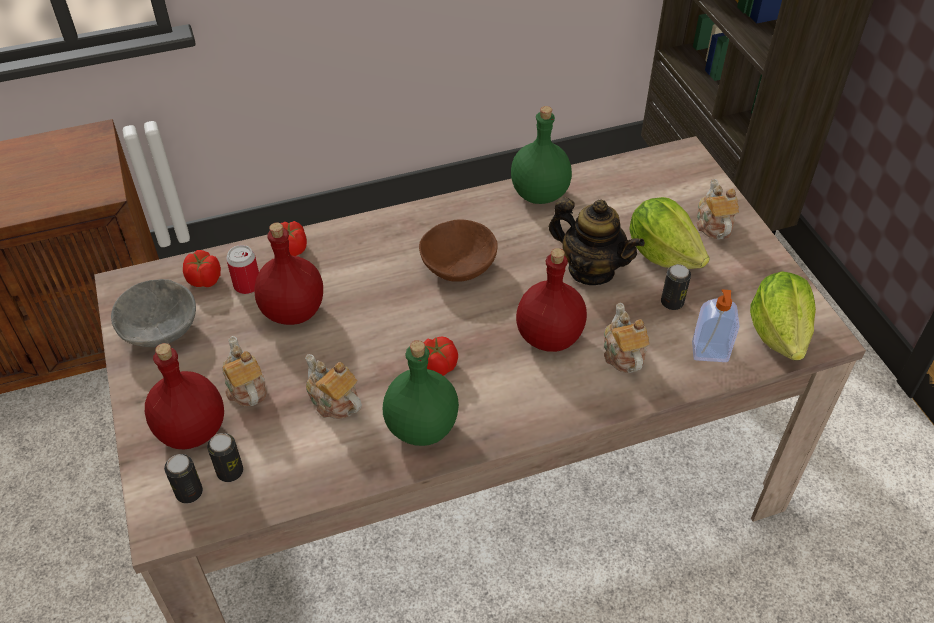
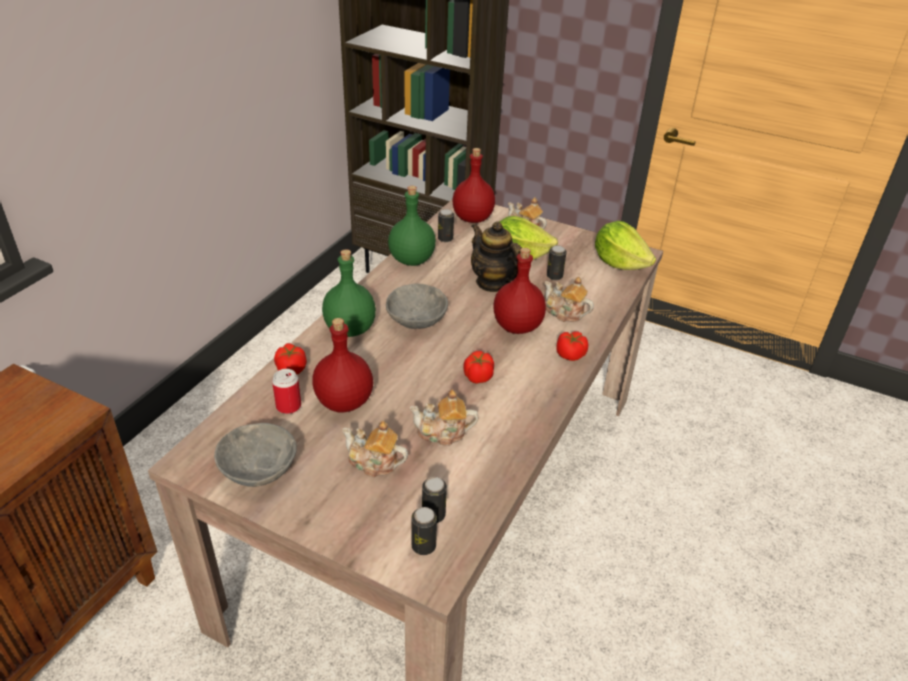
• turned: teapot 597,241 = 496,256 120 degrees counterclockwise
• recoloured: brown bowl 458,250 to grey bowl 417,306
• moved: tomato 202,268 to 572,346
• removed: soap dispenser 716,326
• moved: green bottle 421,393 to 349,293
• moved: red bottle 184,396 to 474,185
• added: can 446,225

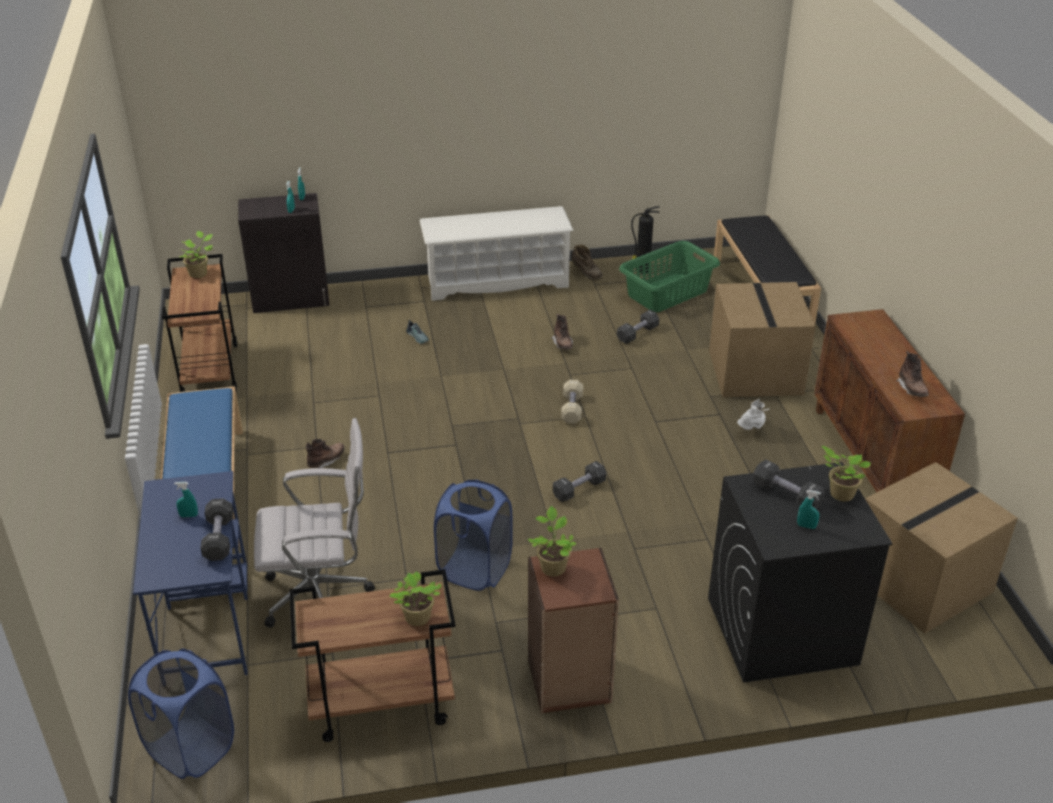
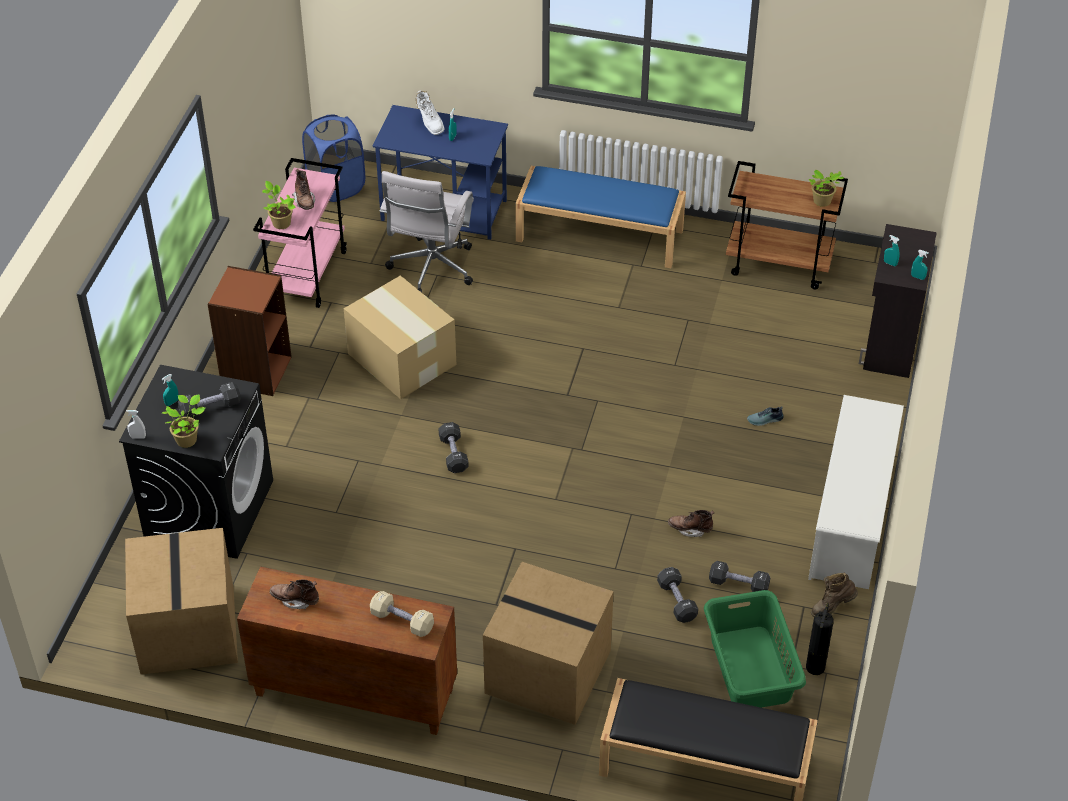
• moved: beige dumbbell 572,402 to 402,614
• moved: white boot 753,414 to 430,112
• moved: brown boot 325,453 to 303,189
• replaced: blue laundry basket 473,535 to cardboard box 400,337
• moved: black dumbbell 216,529 to 739,576
• removed: potted plant 552,541
• recoloured: brown cart 372,655 to pink cart 300,233
• added: white spray bottle 136,424

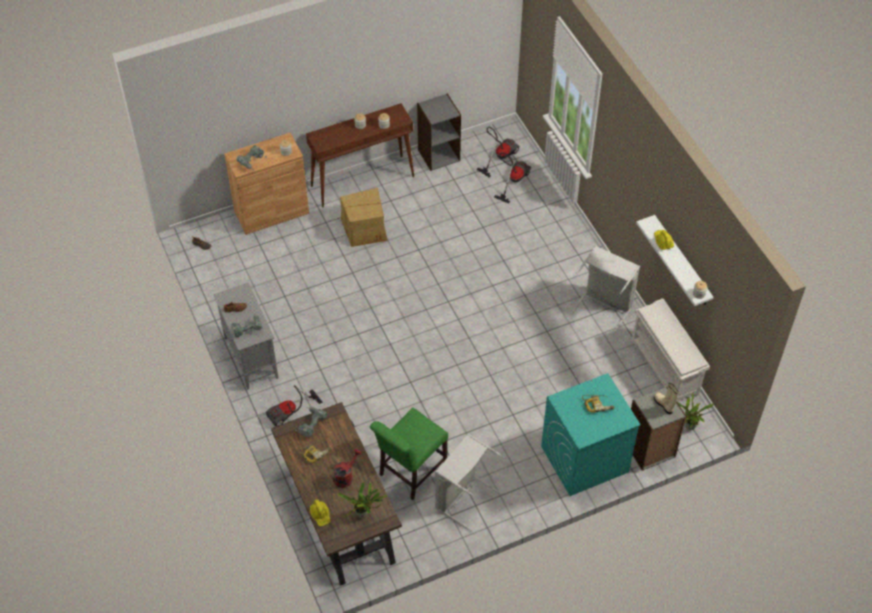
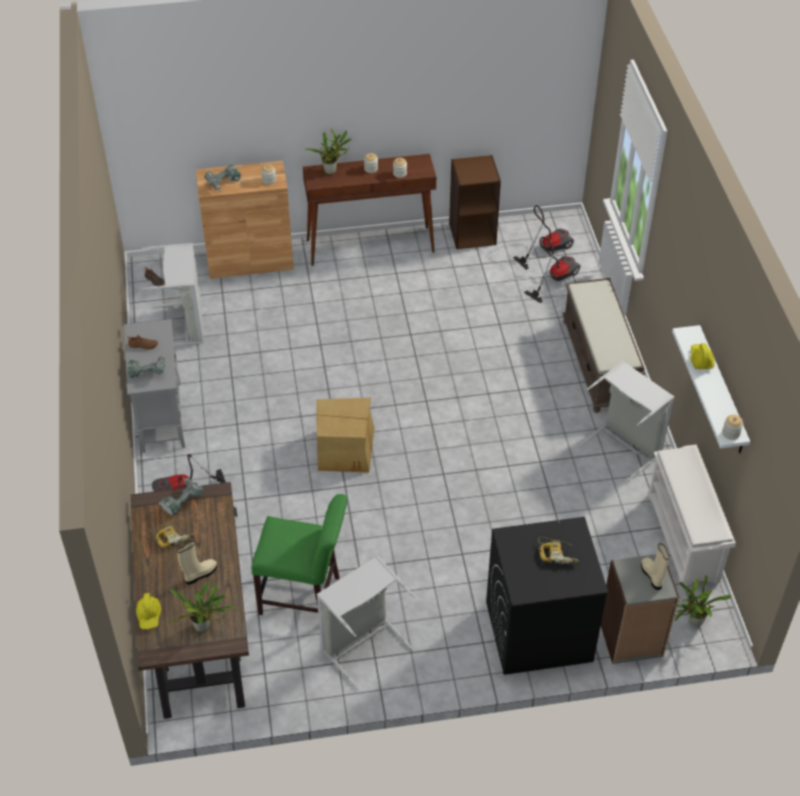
• recoloured: grey bookcase 439,132 to brown bookcase 475,202
• moved: cardboard box 364,217 to 345,435
• recoloured: turquoise washing machine 591,434 to black washing machine 547,596
• turned: green chair 409,453 = 299,554 135 degrees counterclockwise
• replaced: red watering can 347,468 to beige boot 197,563
• added: potted plant 328,151
• added: grey laundry basket 172,294
• added: brown bench 603,345

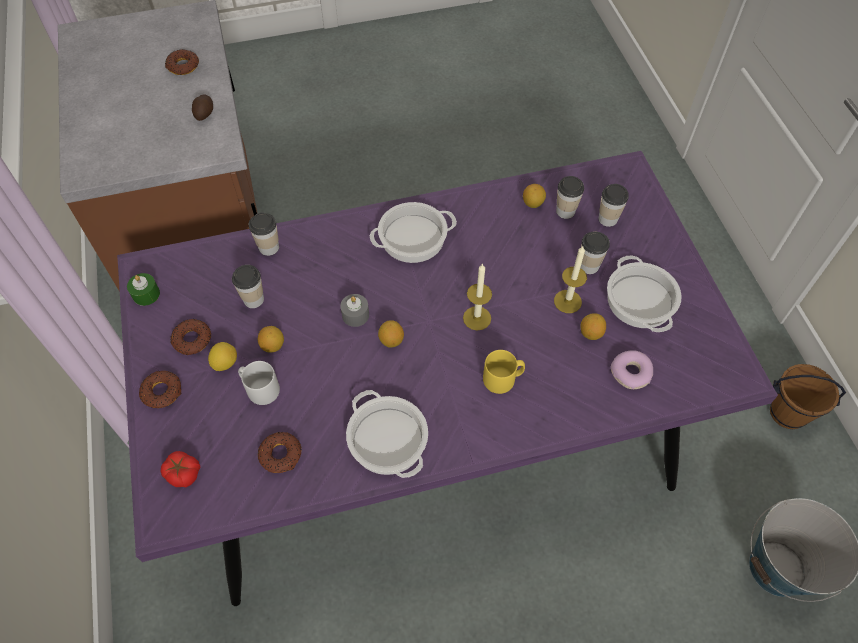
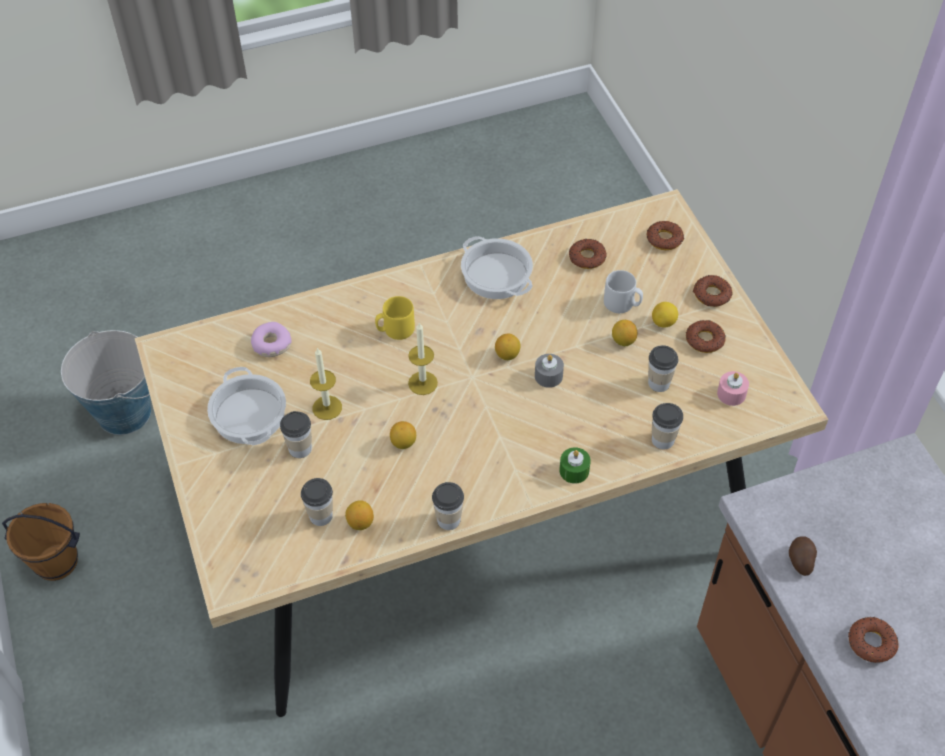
• recoloured: purple dining table 447,378 to beige dining table 481,453
• moved: cup 613,205 to 448,506
• removed: cooking pot 413,232
• moved: green candle 143,289 to 575,465
• moved: lemon 593,326 to 403,435
• replaced: tomato 180,469 to donut 665,235
• added: pink candle 733,388

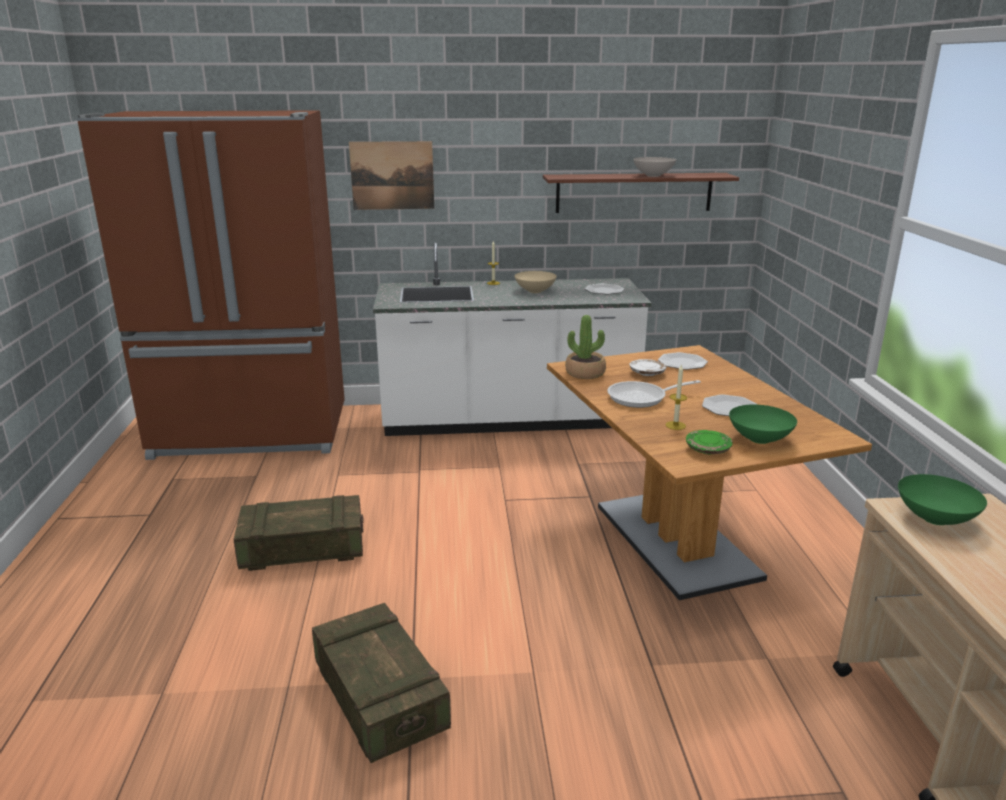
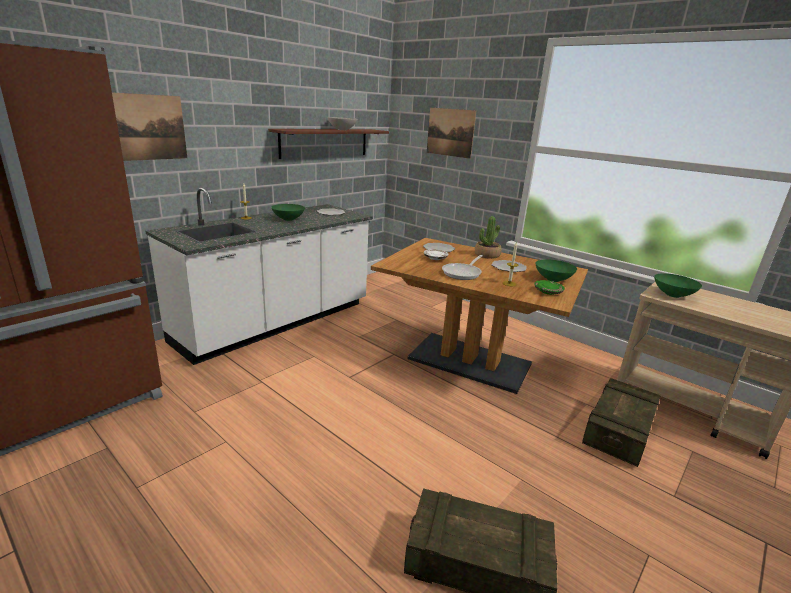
• recoloured: beige bowl 535,282 to green bowl 288,212
• moved: potted plant 585,347 to 488,237
• moved: crate 299,533 to 621,422
• added: picture 452,133

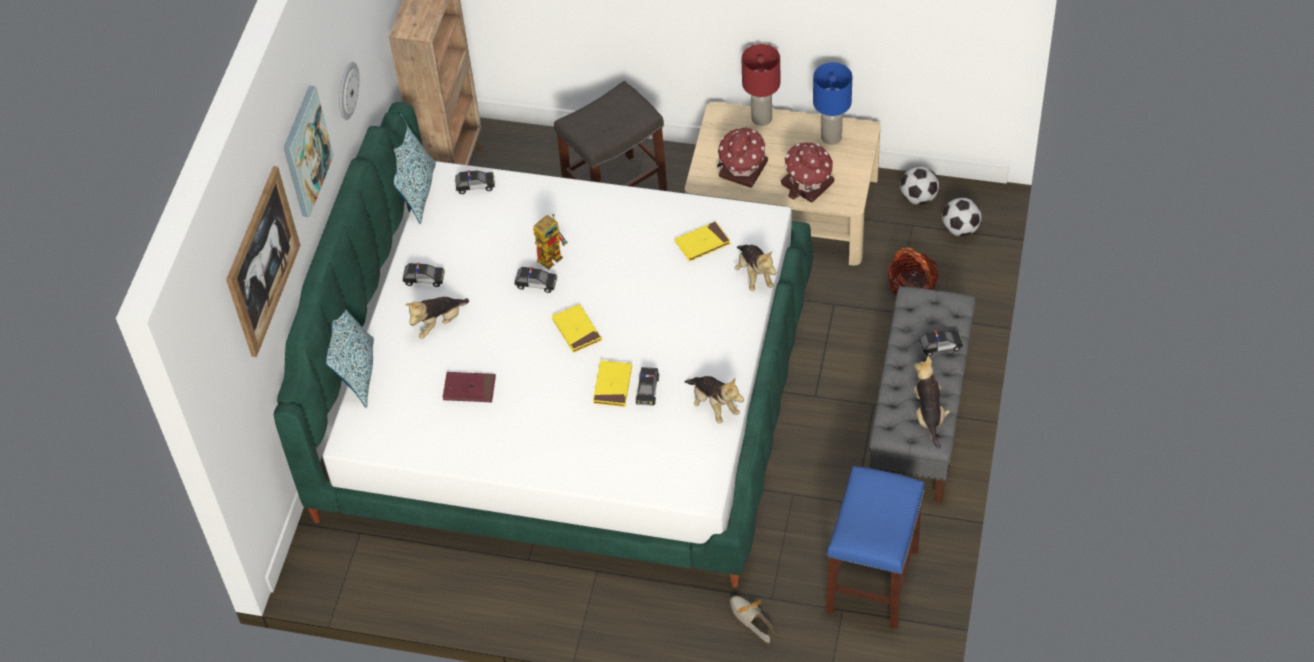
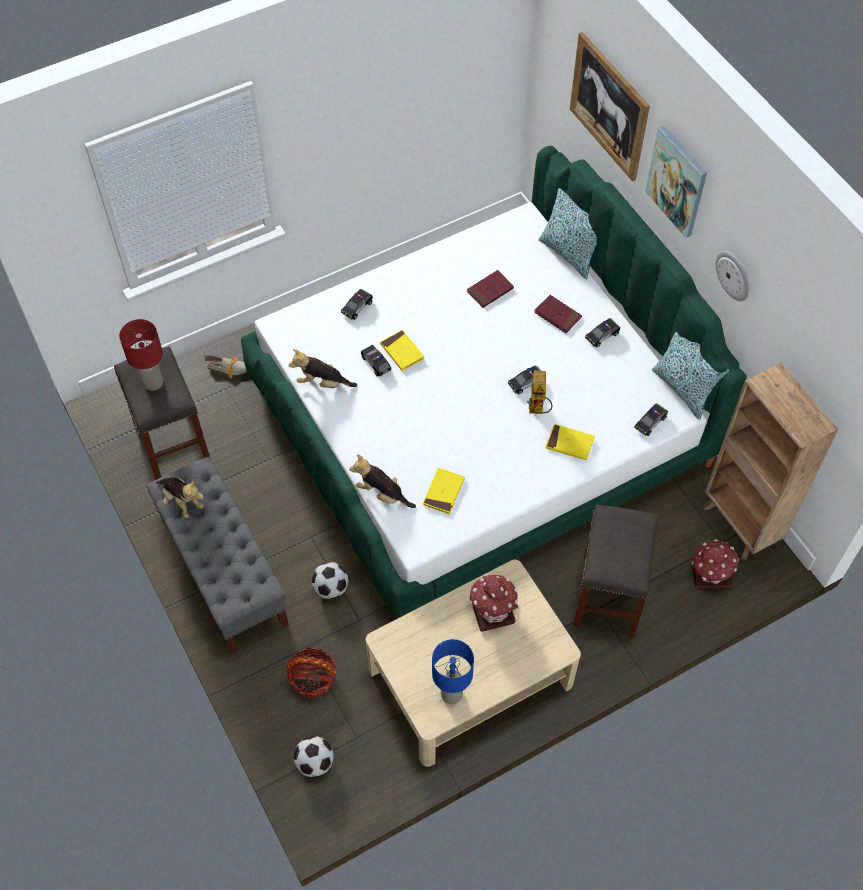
• moved: red table lamp 760,85 to 141,355
• moved: toy house 807,172 to 715,564
• moved: football 919,185 to 329,580
• replaced: plush toy 437,318 to red book 558,314
• moved: yellow book 577,328 to 570,442
• moved: toy car 941,343 to 357,304
• recoloured: blue stool 875,547 to grey stool 162,413

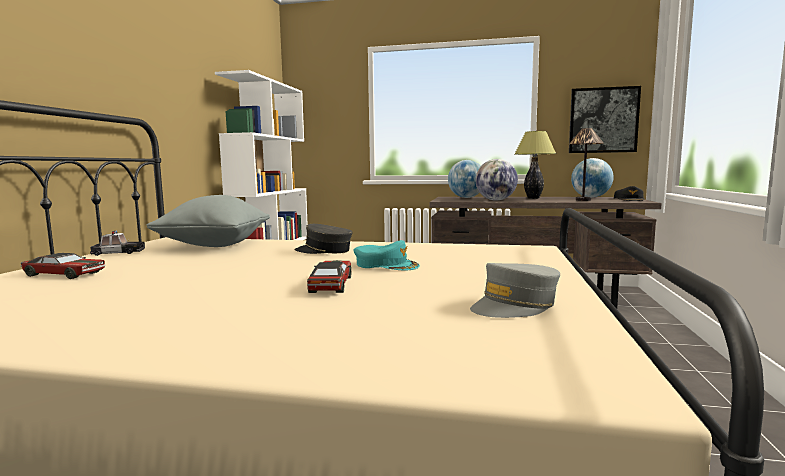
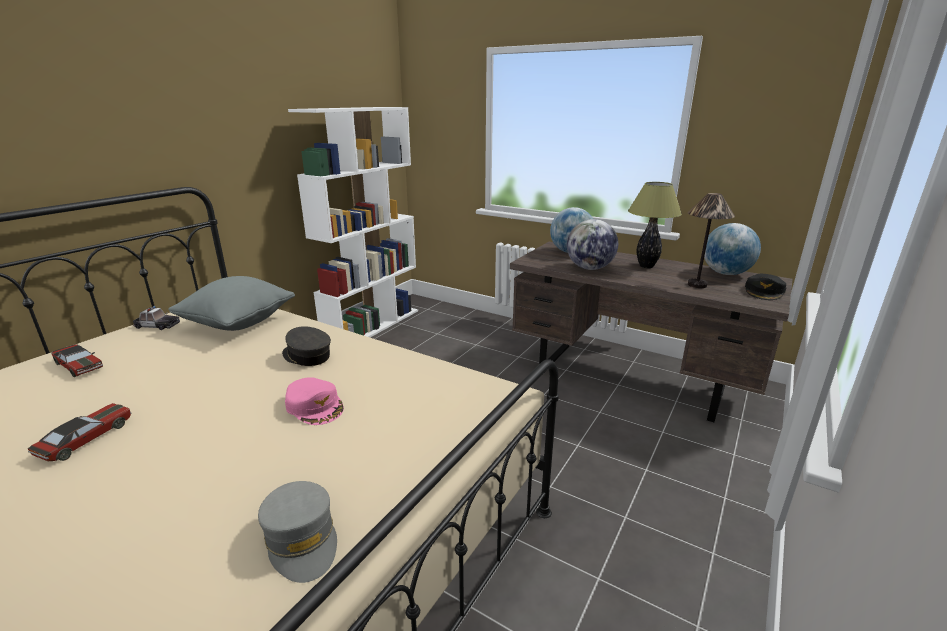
• removed: picture 605,119
• recoloured: turquoise cap 386,255 to pink cap 314,401
• moved: toy car 329,276 to 79,432
• turned: grey cap 515,290 = 297,532 105 degrees counterclockwise

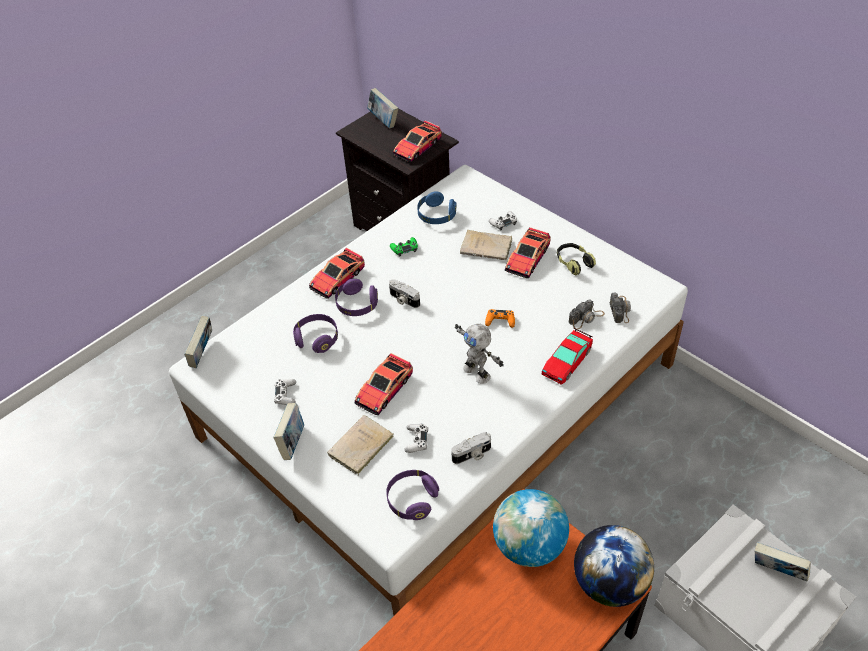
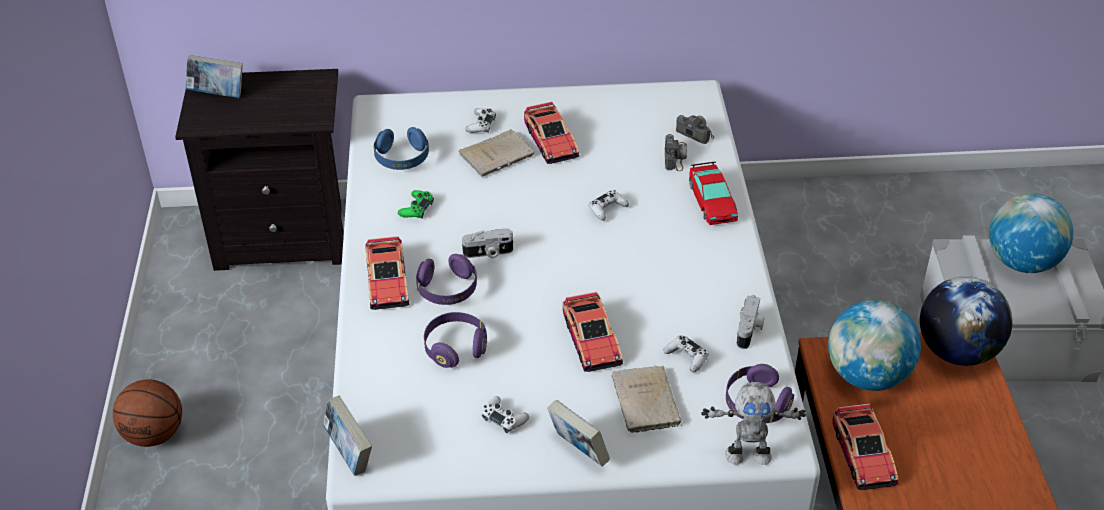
• moved: toy car 417,141 to 865,447
• removed: headphones 576,259
• recoloured: orange game controller 500,318 to white game controller 609,205
• moved: toy robot 479,354 to 753,423
• replaced: book 783,562 to globe 1031,233
• added: basketball 147,413

